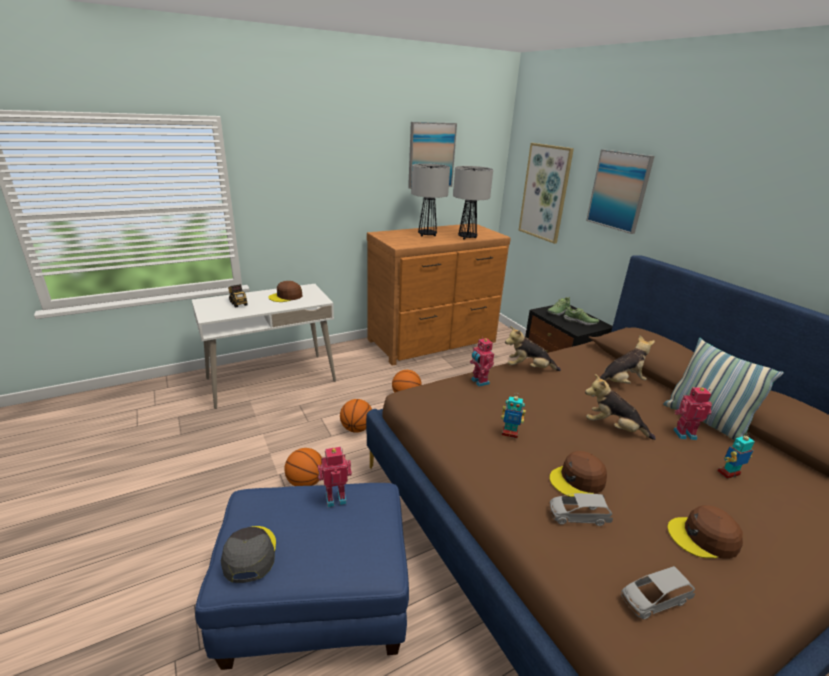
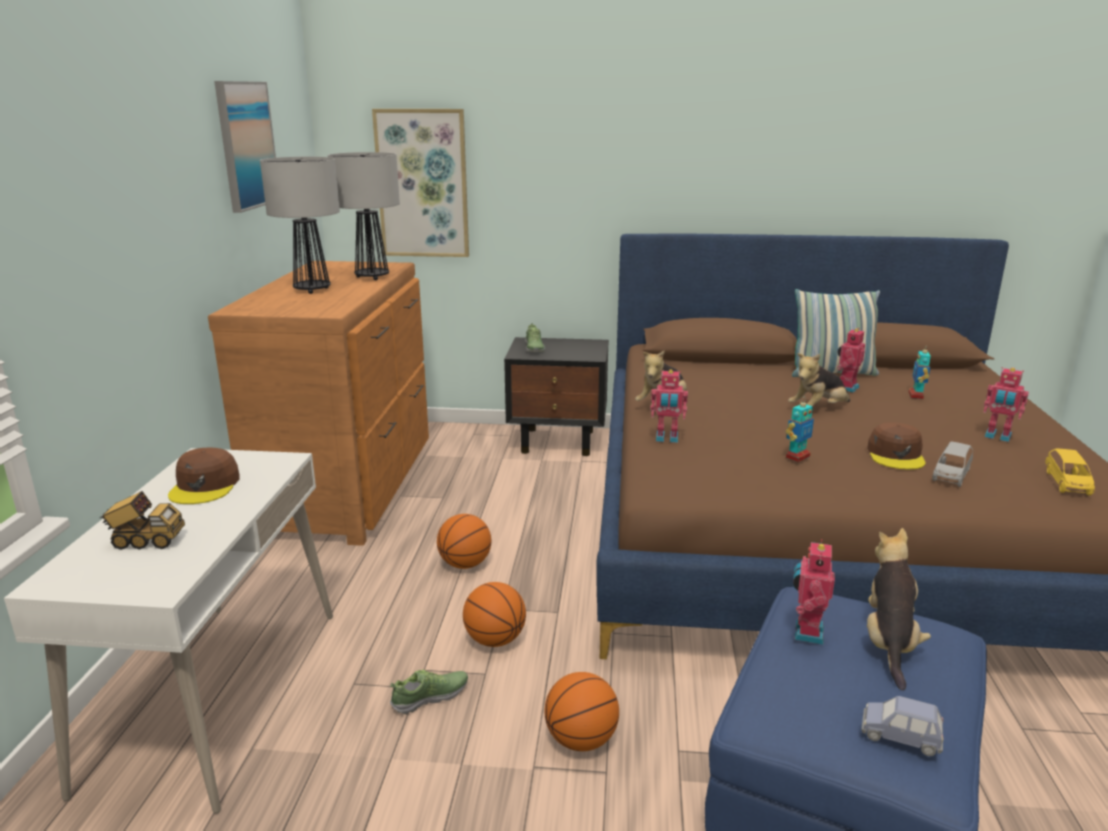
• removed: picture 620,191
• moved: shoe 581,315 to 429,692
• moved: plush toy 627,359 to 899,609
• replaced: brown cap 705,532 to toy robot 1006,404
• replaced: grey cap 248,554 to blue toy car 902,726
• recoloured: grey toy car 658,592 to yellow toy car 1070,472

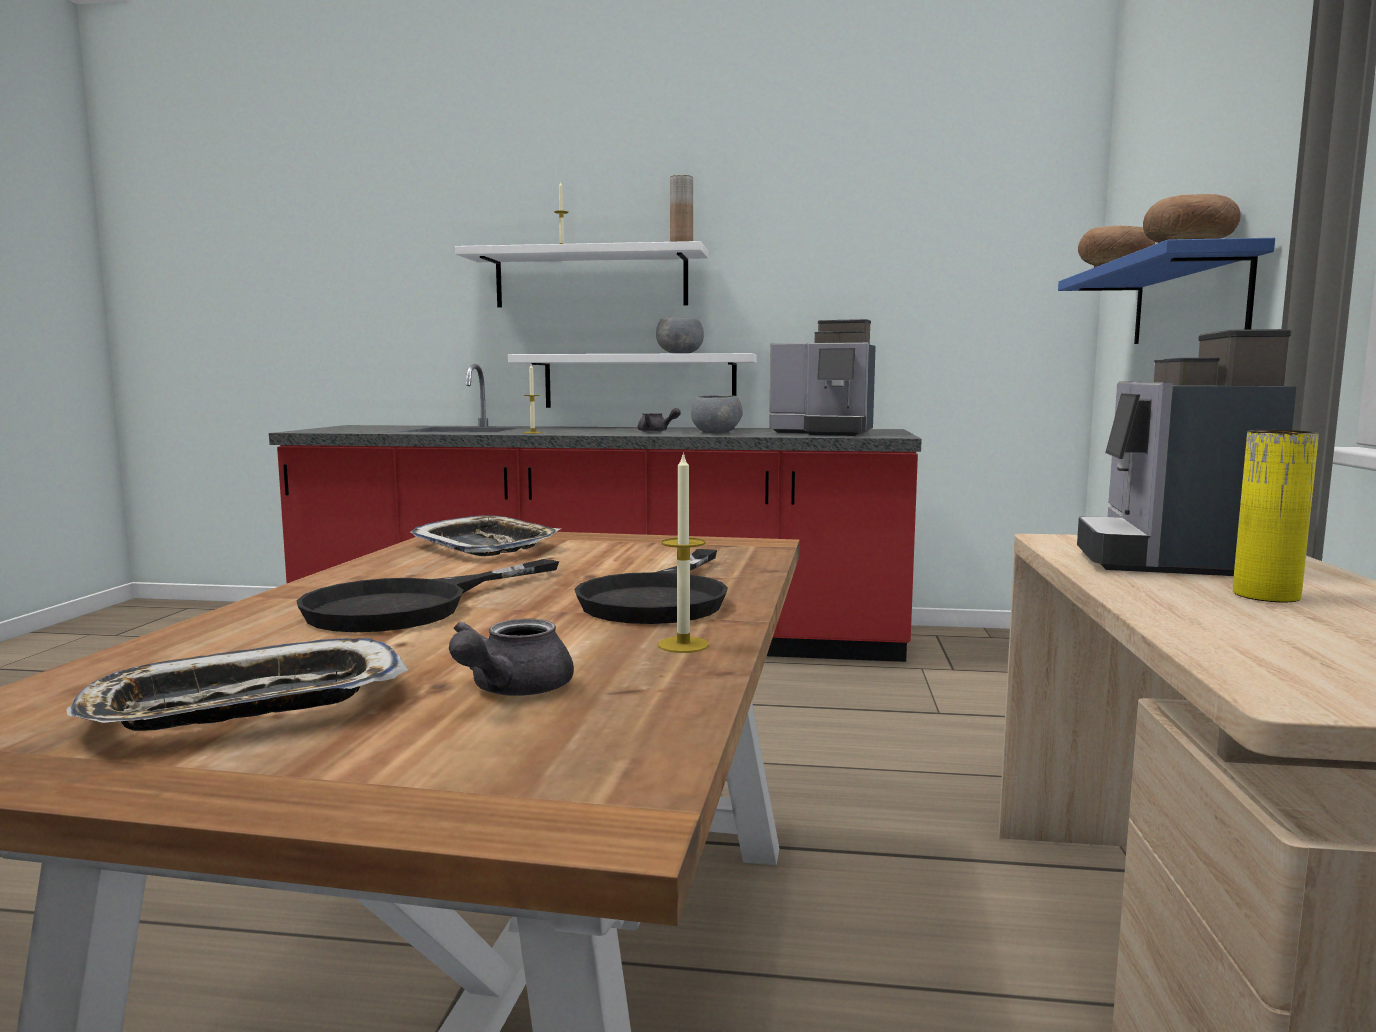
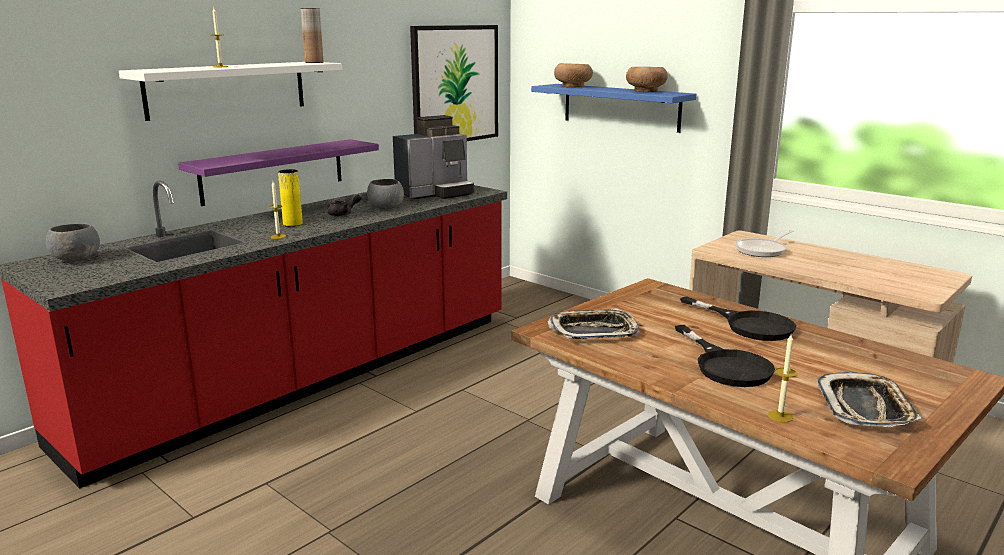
• moved: grey bowl 680,336 to 73,243
• replaced: coffee machine 1187,452 to frying pan 764,243
• recoloured: white shelf 632,380 to purple shelf 278,172
• moved: yellow vase 1276,516 to 290,197
• moved: candle 683,552 to 782,379
• removed: grey teapot 511,657
• added: picture 454,83

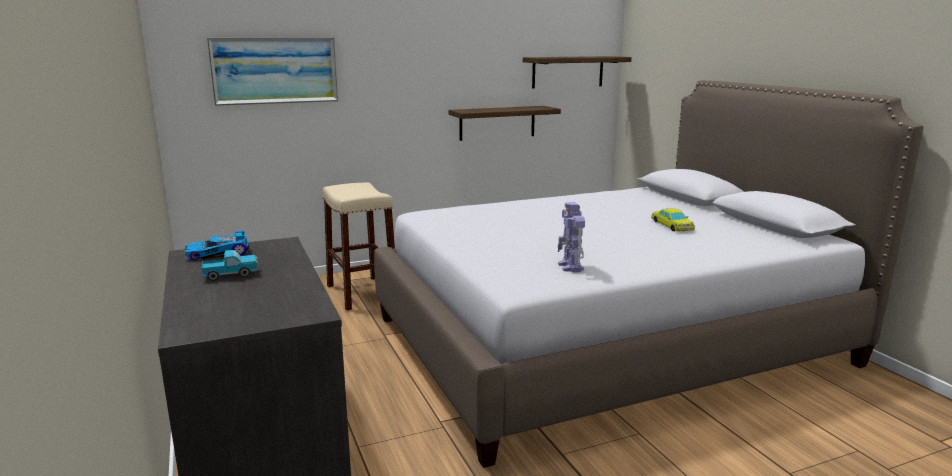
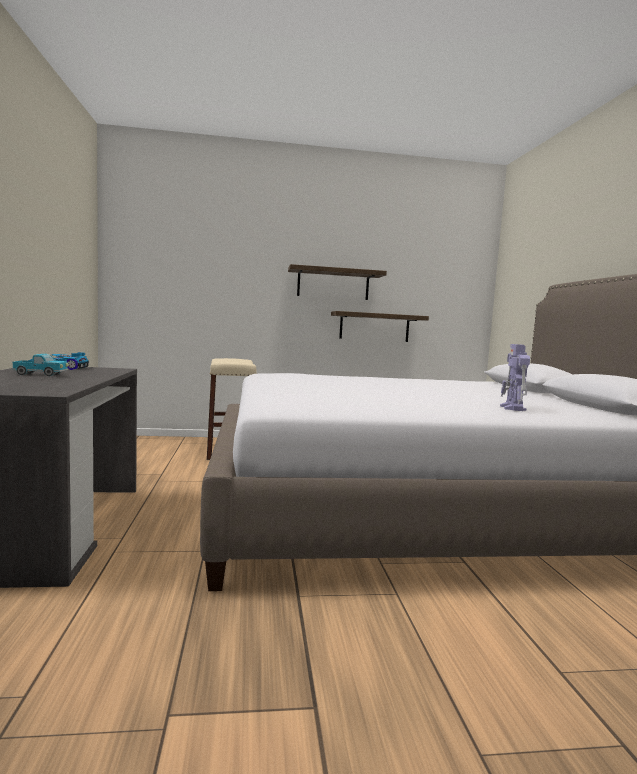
• removed: picture 272,71
• moved: shelf 577,72 to 337,282
• moved: toy robot 571,237 to 515,377
• removed: yellow toy car 673,219

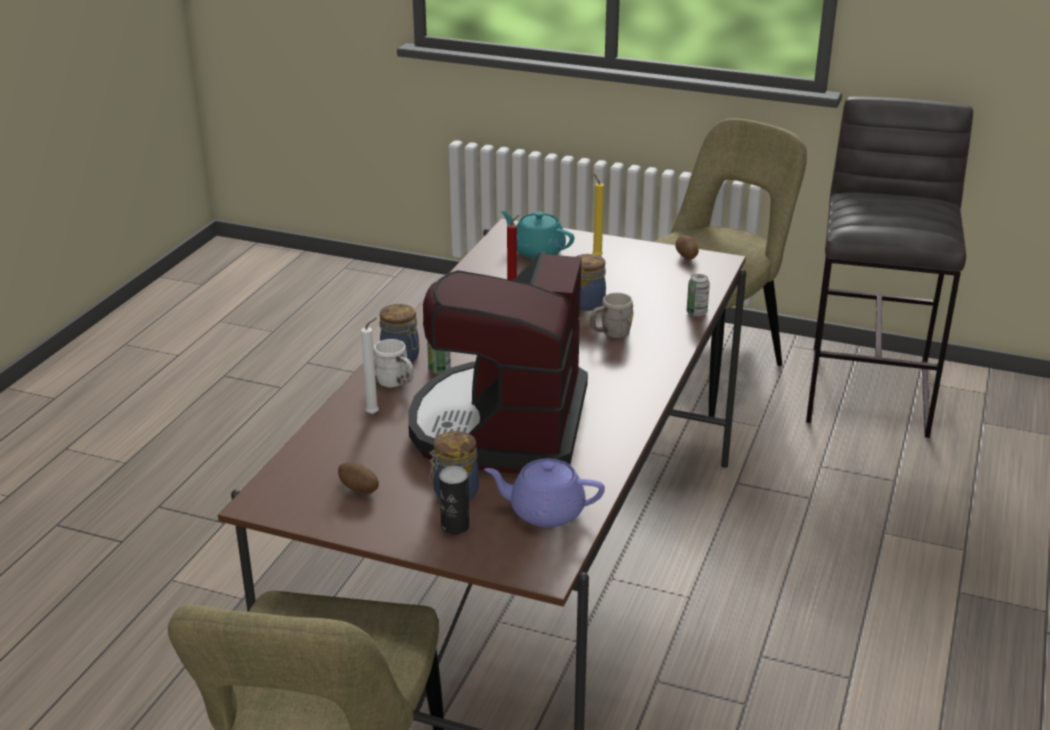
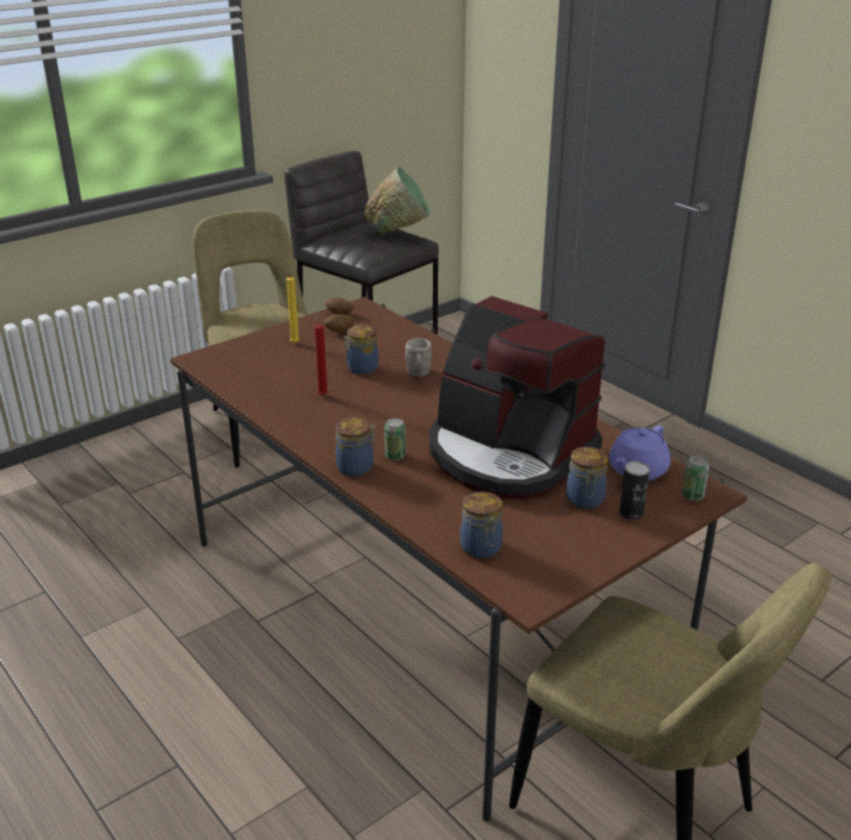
• removed: turquoise teapot 537,235
• moved: can 698,295 to 695,478
• removed: white candle 370,366
• removed: white mug 394,363
• moved: potato 358,478 to 339,323
• added: green bowl 397,201
• added: jar 481,525

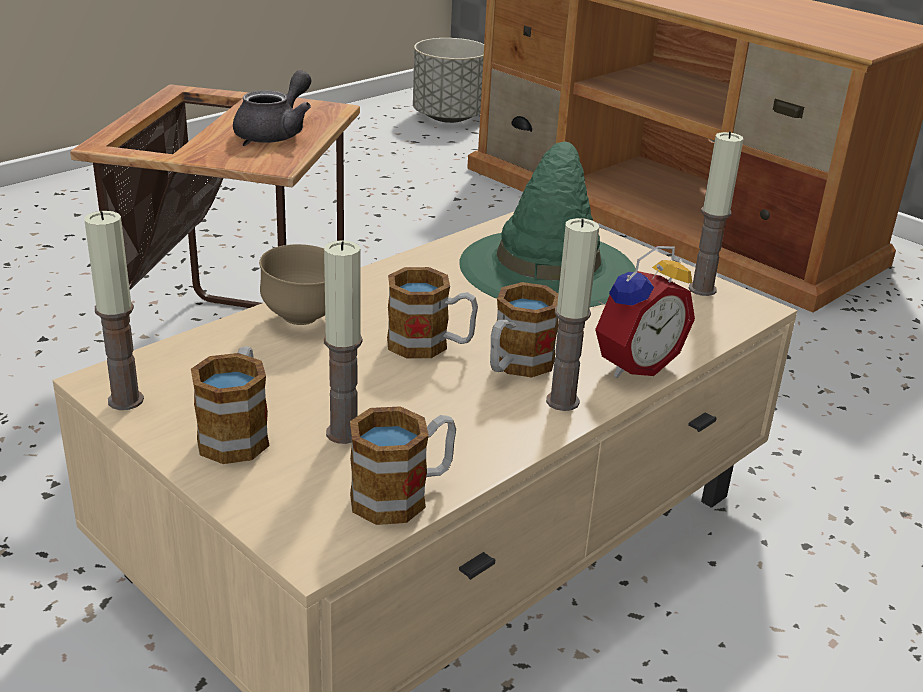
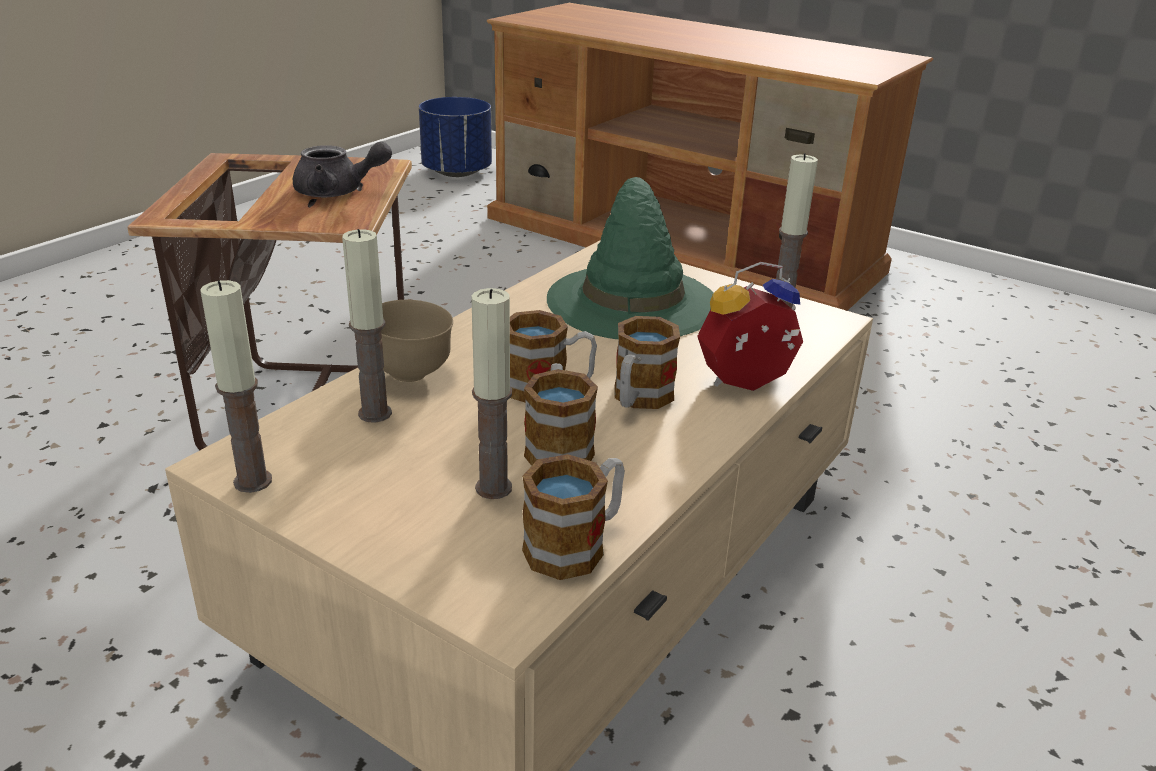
• recoloured: grey planter 448,80 to blue planter 455,137
• turned: grey teapot 272,106 = 342,169 75 degrees clockwise
• moved: candle 572,314 to 367,326
• turned: alarm clock 645,312 = 750,326 150 degrees counterclockwise
• moved: mug 230,405 to 561,414

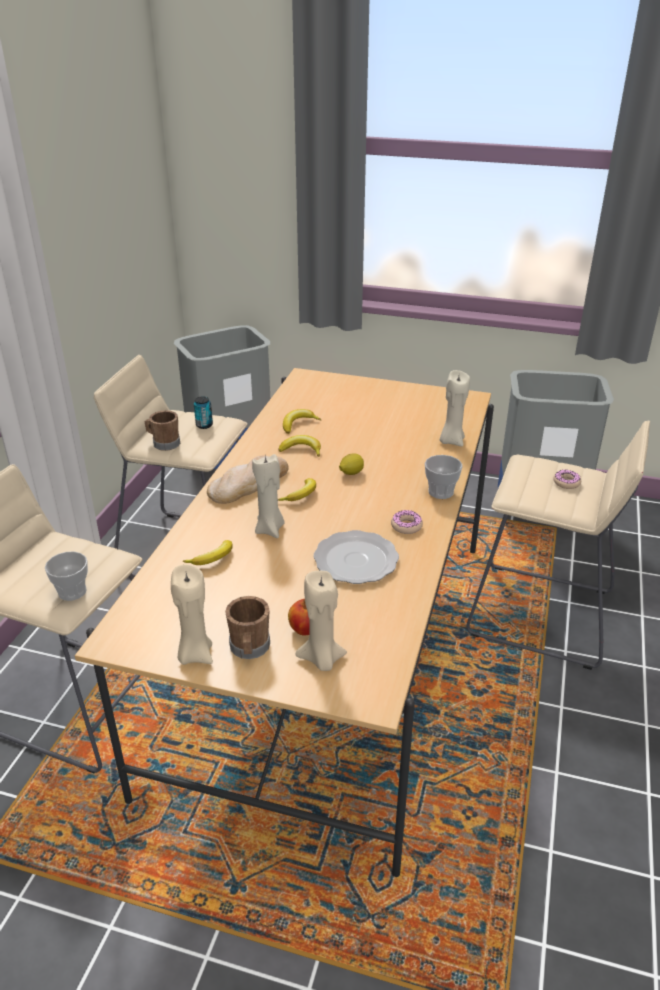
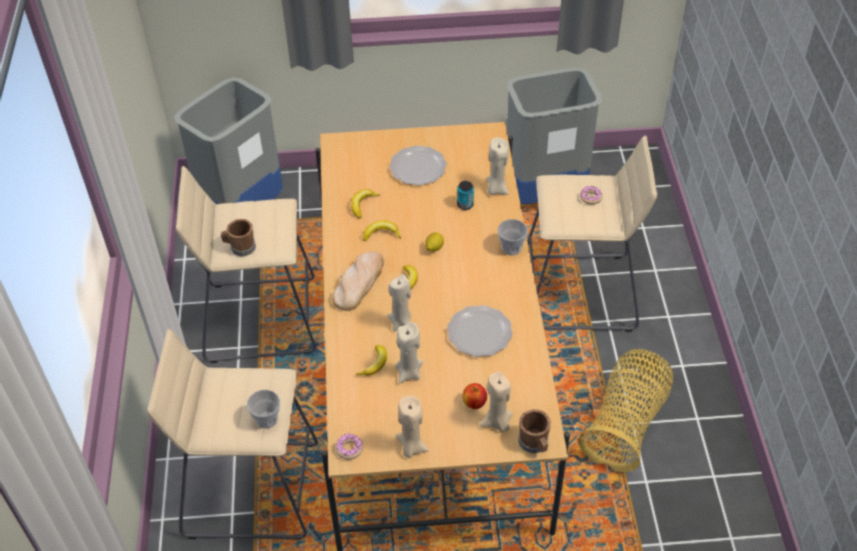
• moved: can 203,413 to 465,195
• moved: donut 407,522 to 349,447
• moved: brown mug 247,627 to 534,431
• added: plate 418,166
• added: beige candle 409,352
• added: basket 626,410

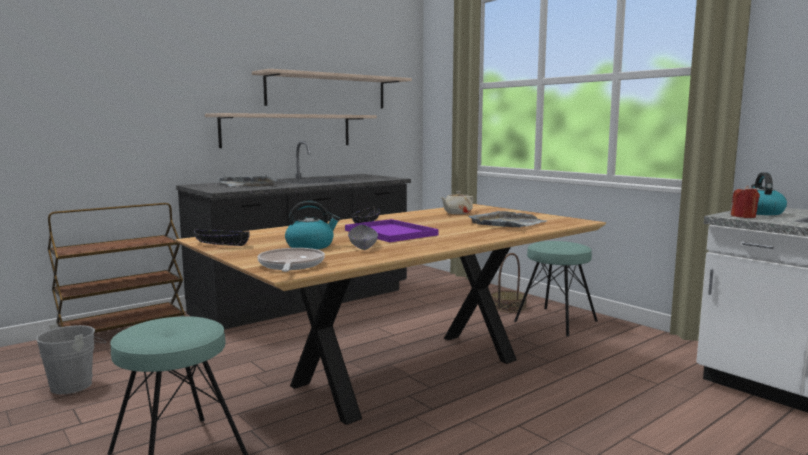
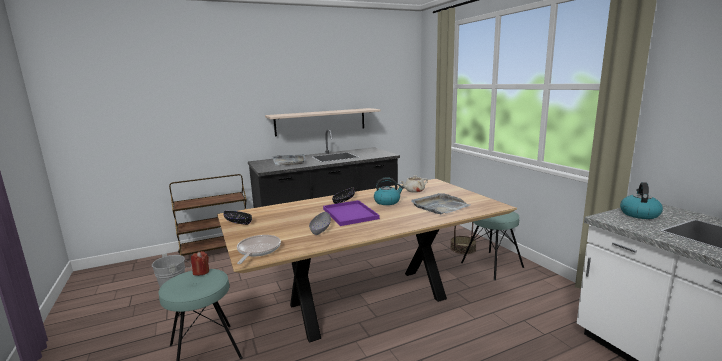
• removed: shelf 332,88
• moved: red candle 745,201 to 200,263
• moved: kettle 312,225 to 389,191

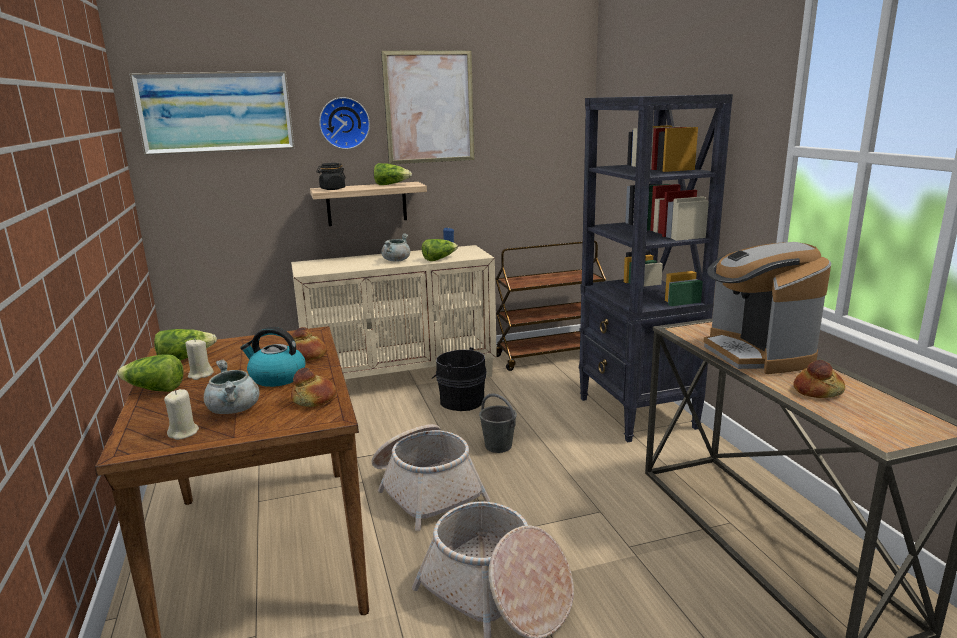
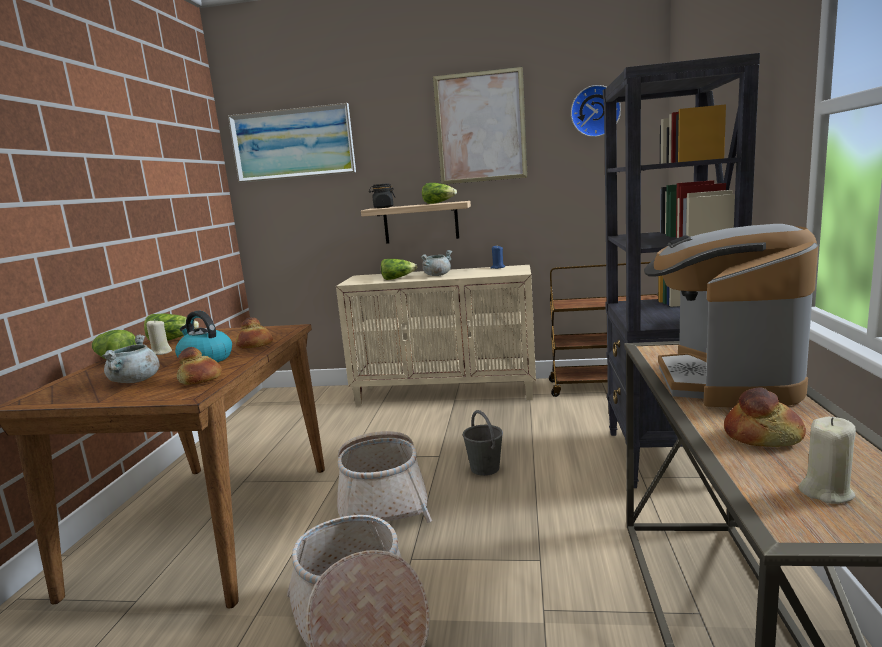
• moved: wall clock 344,123 to 596,111
• moved: lettuce 440,250 to 399,269
• removed: black bucket 459,379
• moved: beige candle 181,414 to 827,460

